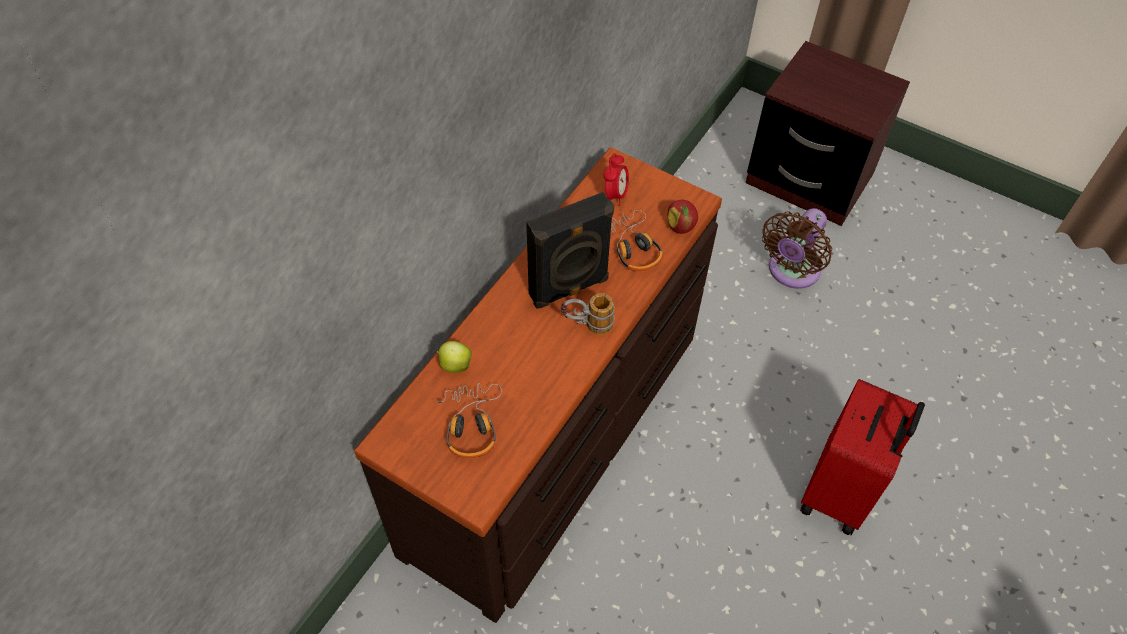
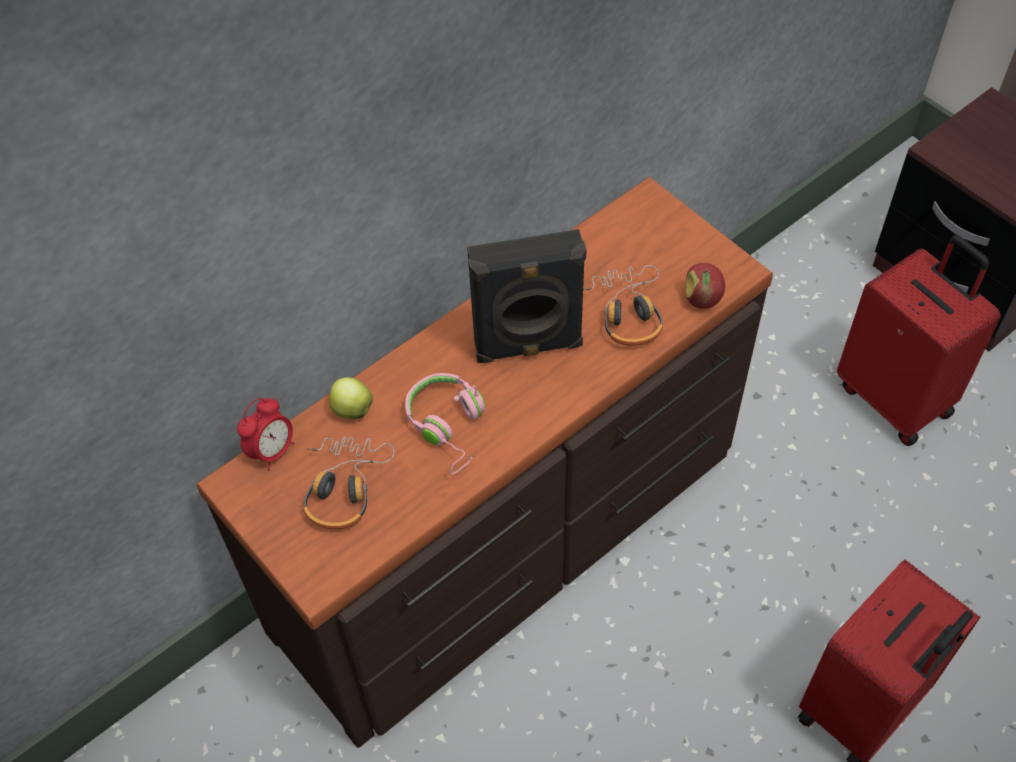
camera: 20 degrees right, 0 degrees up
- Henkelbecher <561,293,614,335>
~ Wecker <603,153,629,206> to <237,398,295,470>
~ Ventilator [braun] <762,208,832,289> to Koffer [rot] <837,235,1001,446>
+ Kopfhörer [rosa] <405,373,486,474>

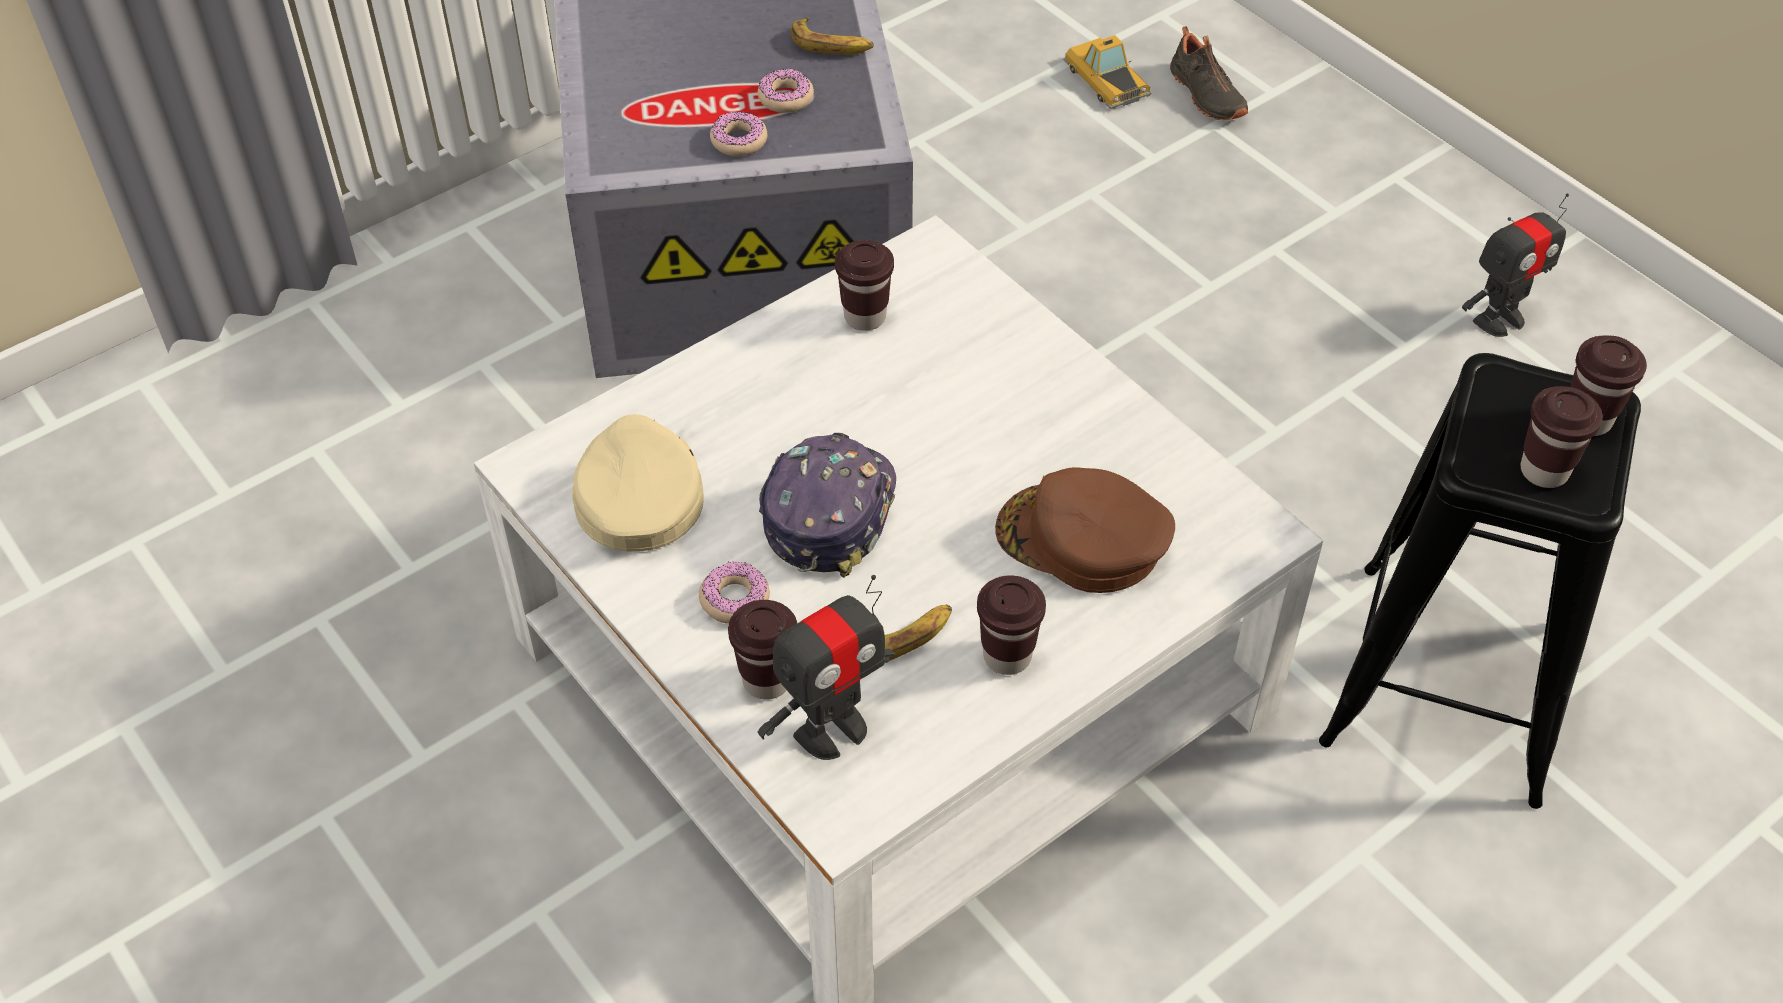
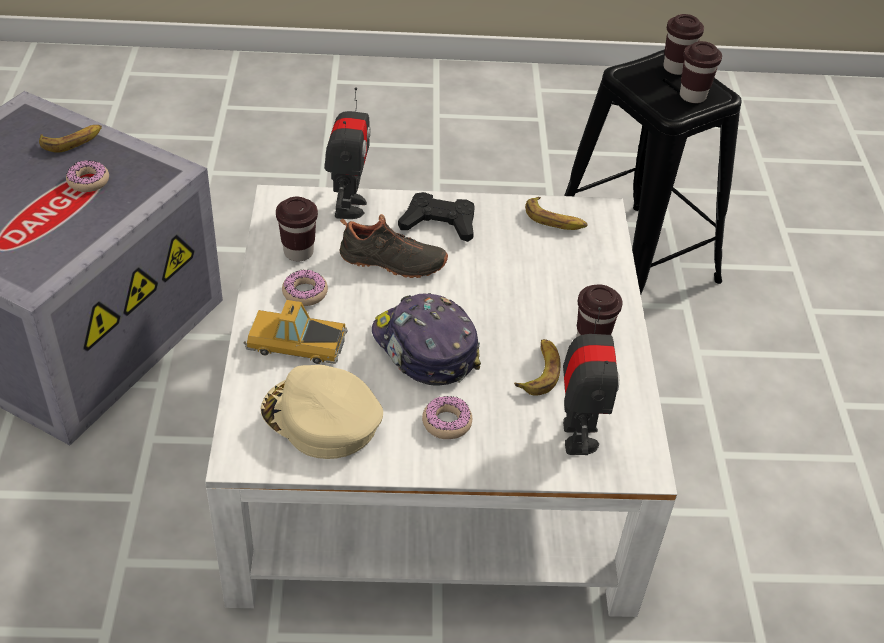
camera: 55 degrees left, 5 degrees down
~ Donut <710,111,767,156> to <282,269,328,306>
- Tasse [braun] <728,600,797,700>
- Kappe [braun] <995,467,1175,593>
~ Spielzeugauto <1063,35,1151,109> to <243,300,347,364>
~ Schuh [schwarz] <1170,24,1248,120> to <340,214,448,278>
~ Spielzeugroboter <1462,193,1569,337> to <325,87,371,219>
+ Gamepad [schwarz] <398,192,475,242>
+ Banane <525,197,588,230>

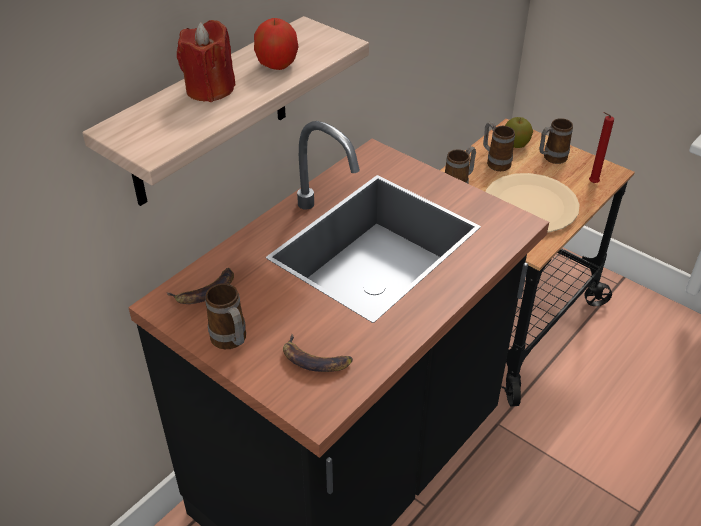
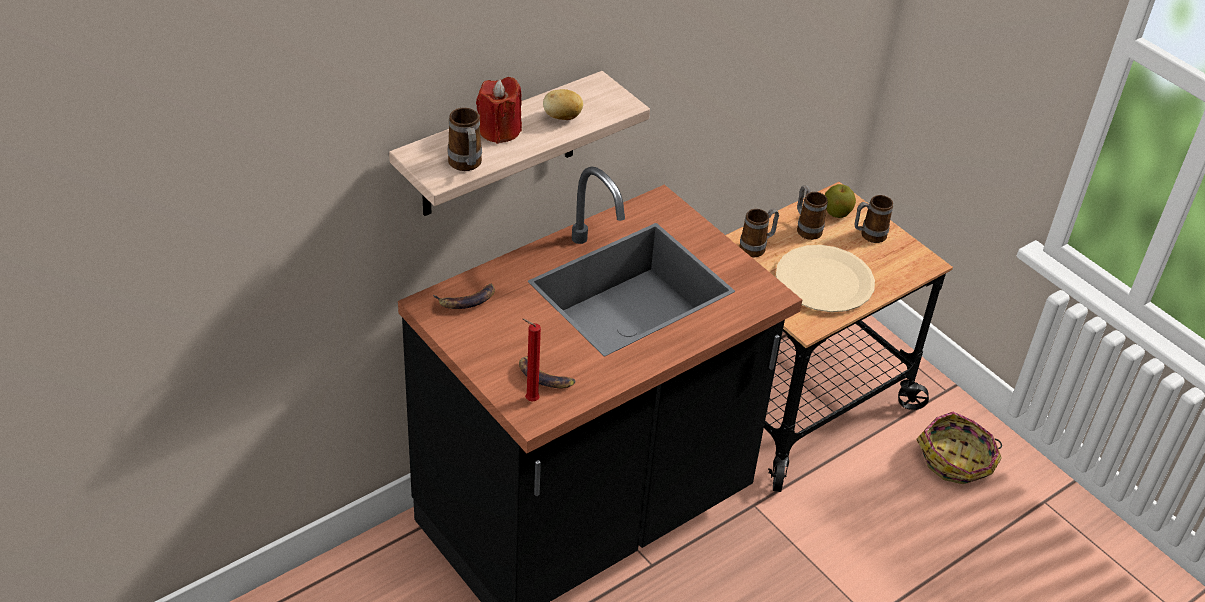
camera: 10 degrees right, 0 degrees up
~ Henkelbecher <205,283,246,349> to <448,108,482,171>
~ Apfel <254,18,299,70> to Kartoffel <543,89,583,120>
~ Kerze [rot] <589,112,614,183> to <523,319,541,401>
+ Korb <916,412,1002,484>

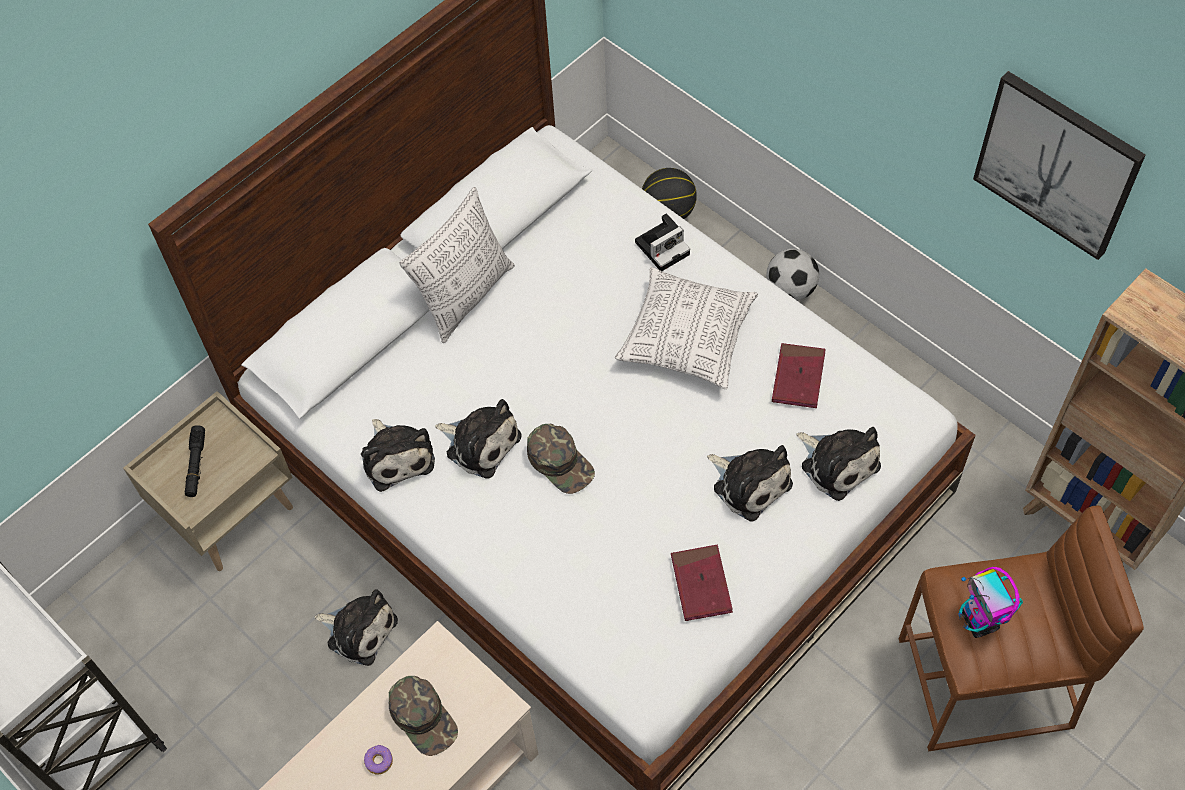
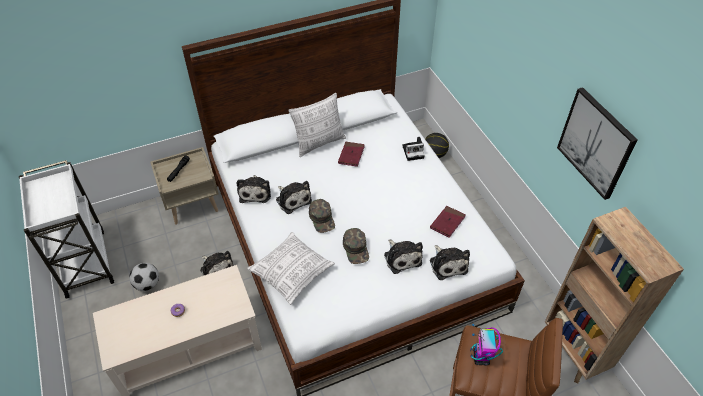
camera: 20 degrees right, 10 degrees down
~ Kappe [grün] <388,676,458,756> to <343,228,369,264>
~ Kissen <615,267,758,389> to <247,232,335,305>
~ Buch [rot] <671,545,733,621> to <338,142,365,167>
~ Fußball <766,249,819,301> to <129,263,159,291>

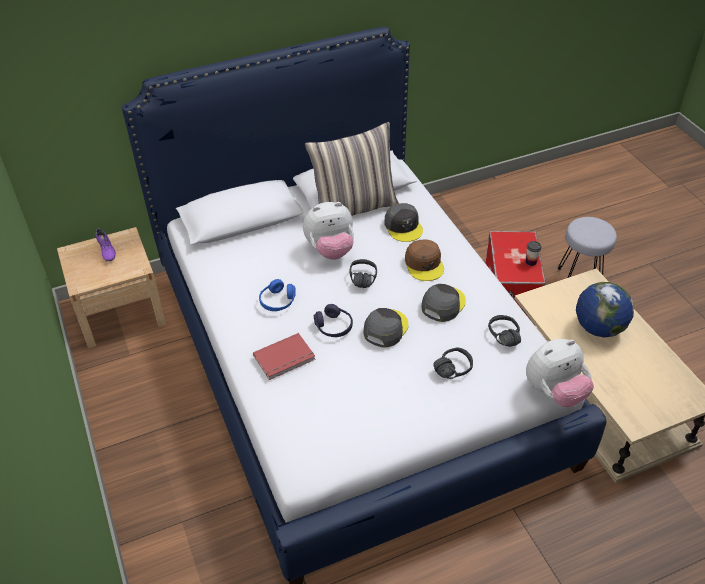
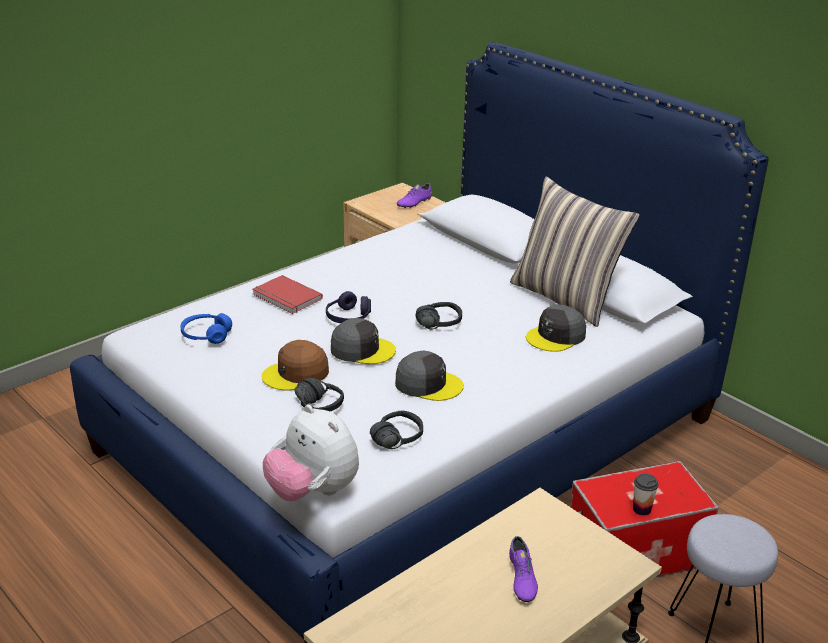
camera: 70 degrees right, 15 degrees down
~ Kopfhörer [blau] <259,279,296,311> to <180,313,232,344>
- Plüschtier <303,202,354,260>
~ Kappe [braun] <405,240,444,281> to <262,340,329,391>
~ Globus <576,282,634,338> to Schuh [lila] <509,536,538,602>

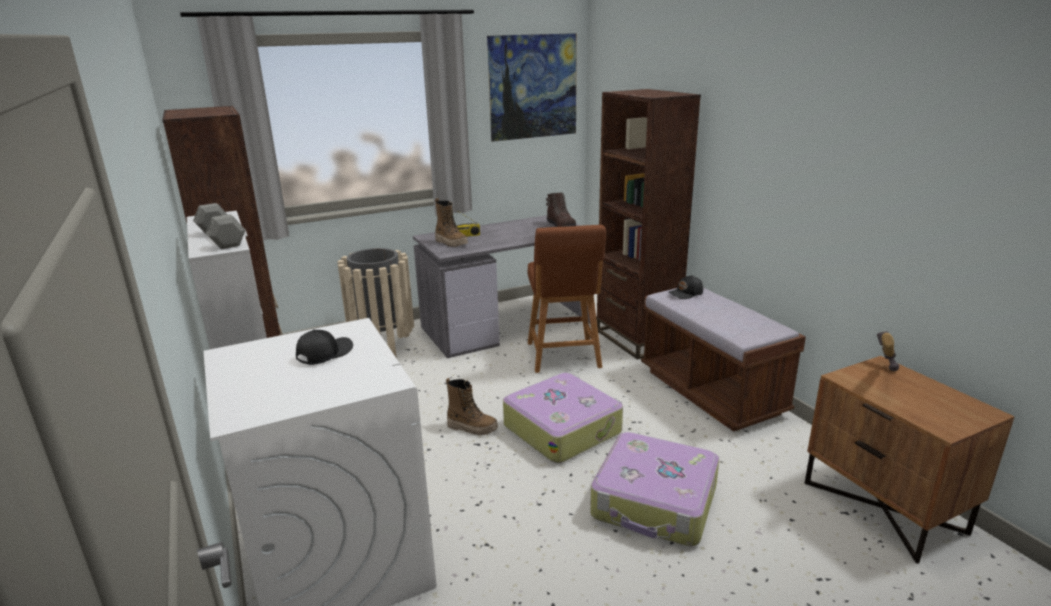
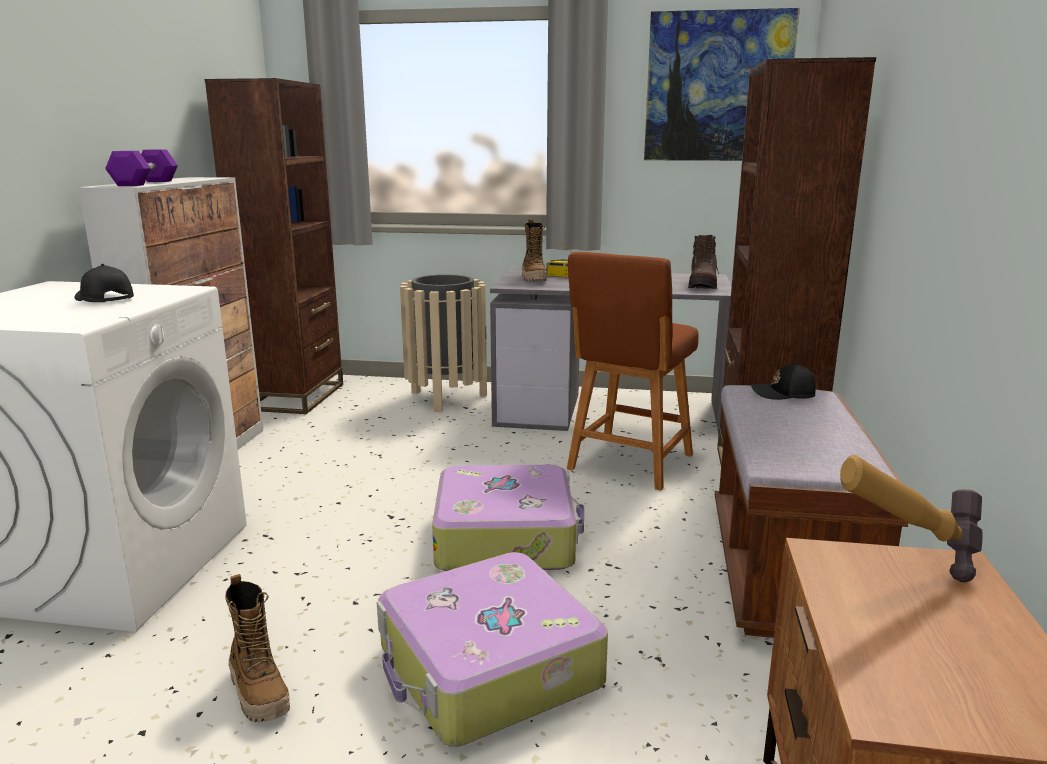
camera: 35 degrees right, 5 degrees down
~ Hantel [grau] <193,203,245,249> to Hantel [lila] <105,150,178,186>
~ Kappe [schwarz] <296,330,353,365> = <74,264,134,302> 120 degrees counterclockwise
~ Stiefel <446,378,498,435> to <225,574,290,722>

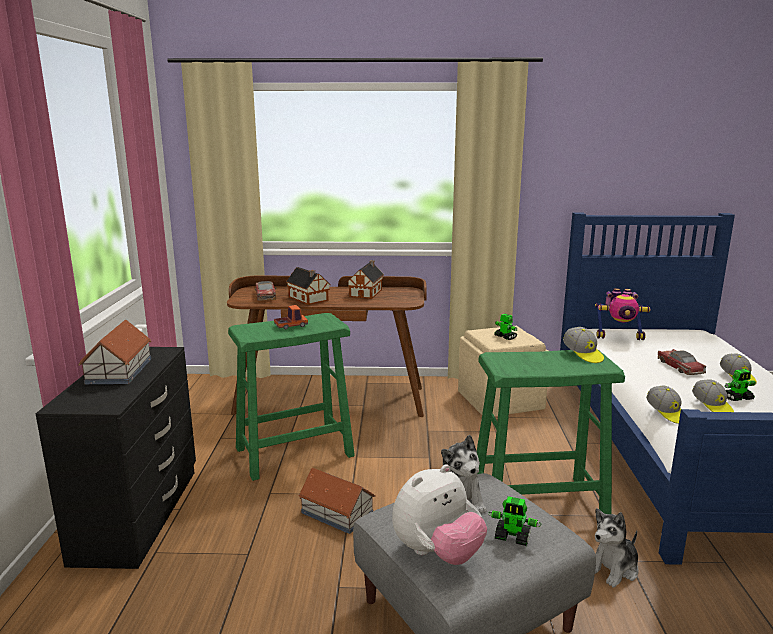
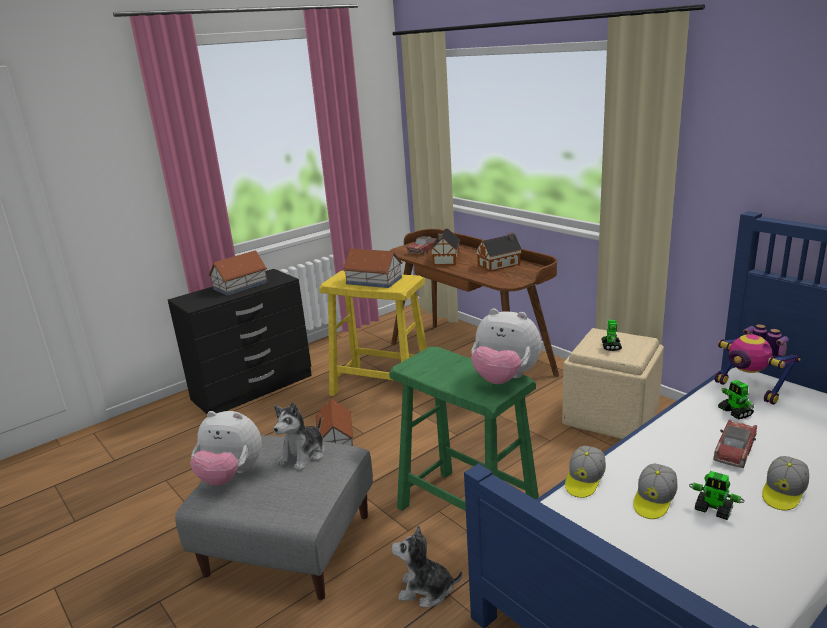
camera: 50 degrees right, 5 degrees up
~ Hocker [grün] <228,313,355,481> to Hocker [gelb] <319,270,427,405>
~ Spielzeuglaster <274,305,308,329> to Spielzeughaus <343,248,403,288>
~ Spielzeugroboter <488,496,541,546> to <718,380,754,419>
~ Kappe <563,327,604,363> to Plüschtier <471,308,542,384>

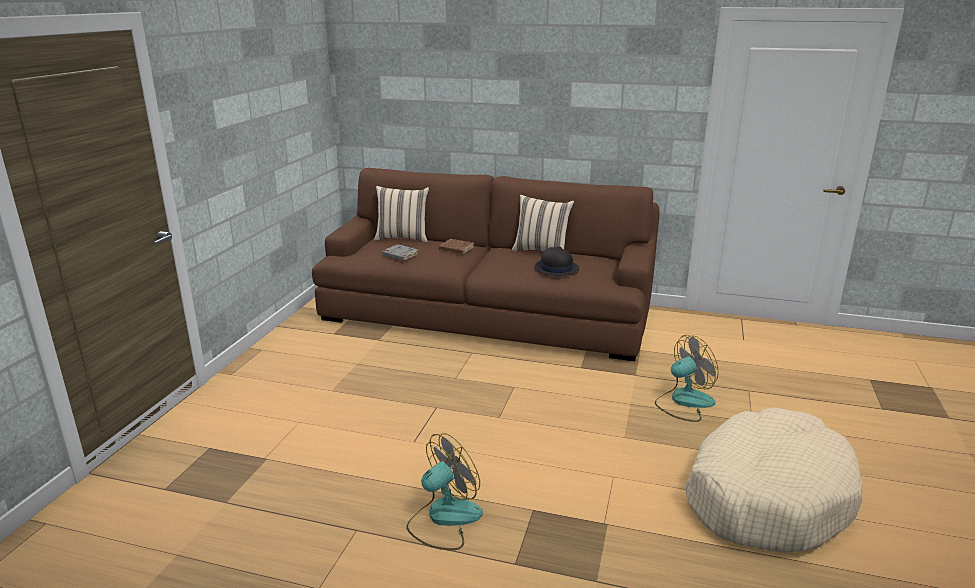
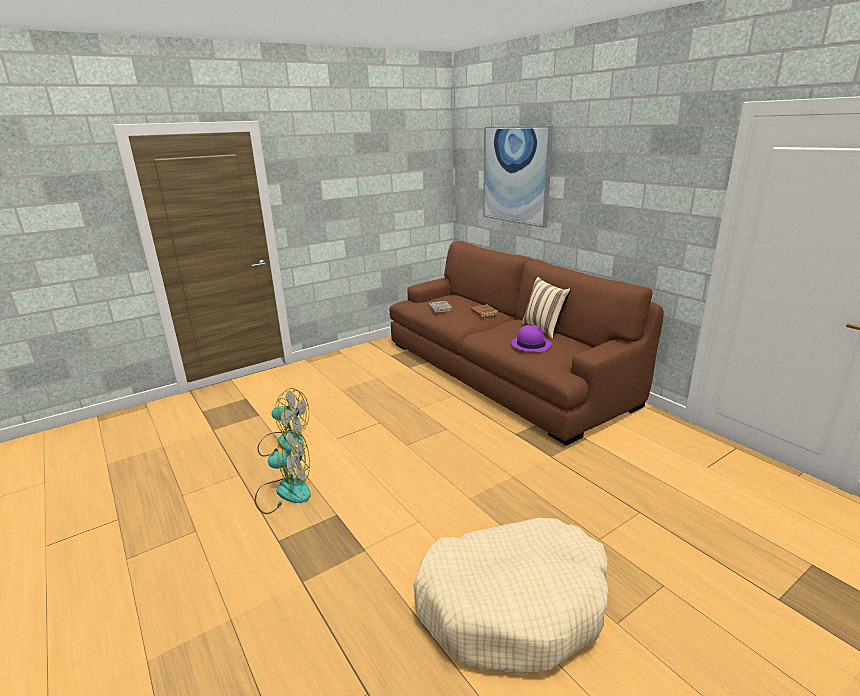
camera: 40 degrees right, 0 degrees up
- Kissen [beige] <374,186,429,242>
~ Hut [schwarz] <534,246,579,276> to Hut [lila] <511,325,552,352>
~ Ventilator <655,335,719,422> to <257,388,309,457>
+ Bild <483,125,553,228>

